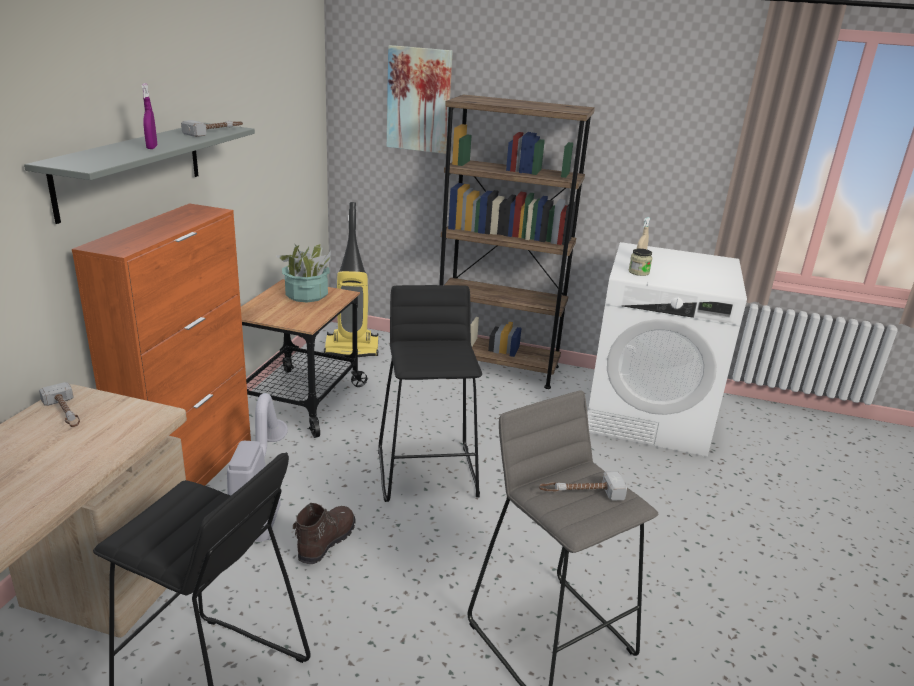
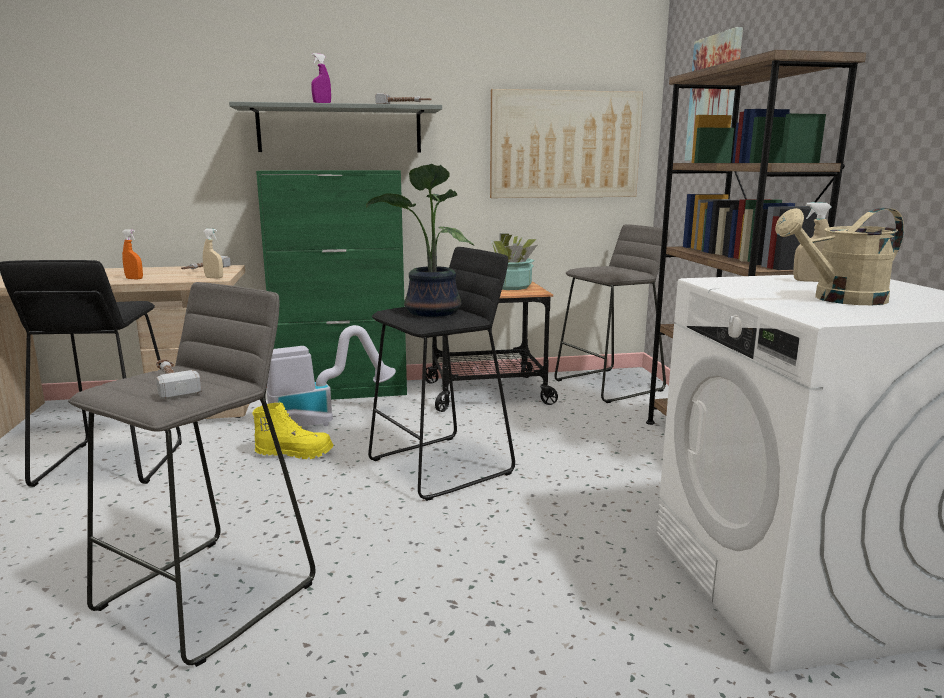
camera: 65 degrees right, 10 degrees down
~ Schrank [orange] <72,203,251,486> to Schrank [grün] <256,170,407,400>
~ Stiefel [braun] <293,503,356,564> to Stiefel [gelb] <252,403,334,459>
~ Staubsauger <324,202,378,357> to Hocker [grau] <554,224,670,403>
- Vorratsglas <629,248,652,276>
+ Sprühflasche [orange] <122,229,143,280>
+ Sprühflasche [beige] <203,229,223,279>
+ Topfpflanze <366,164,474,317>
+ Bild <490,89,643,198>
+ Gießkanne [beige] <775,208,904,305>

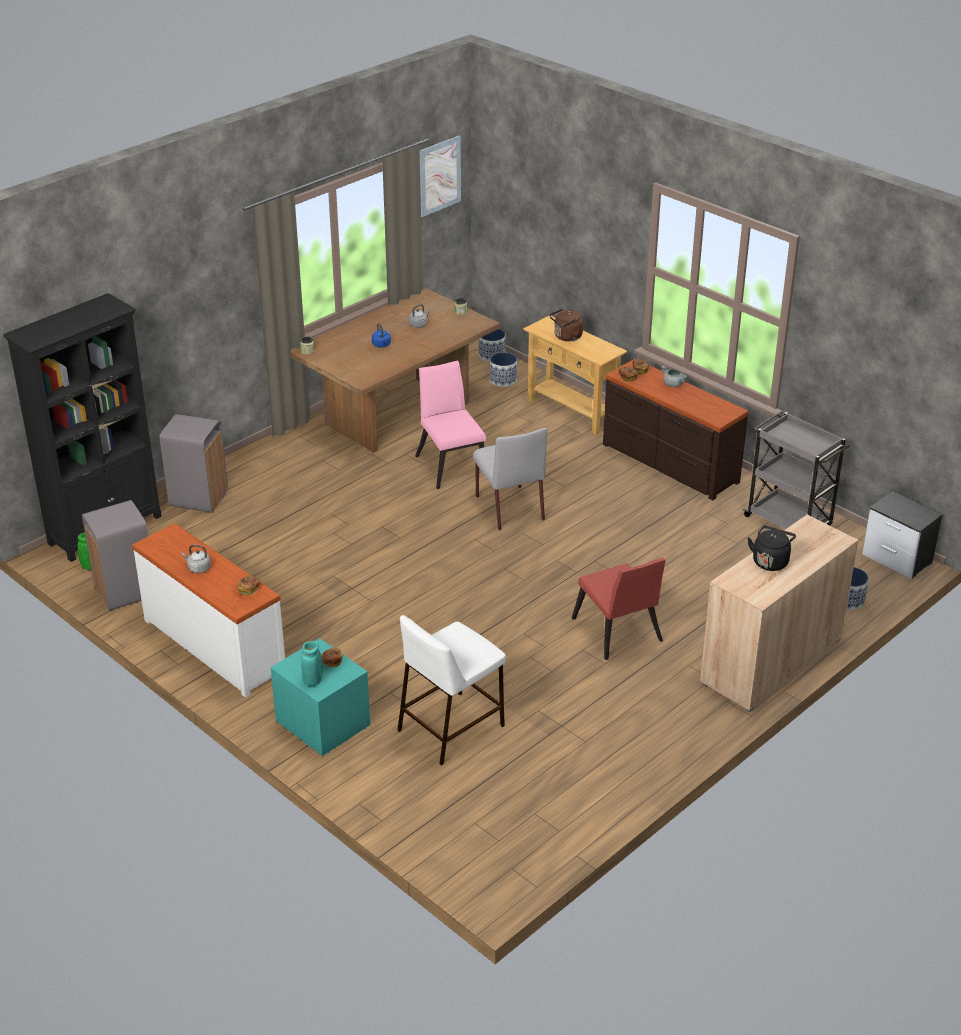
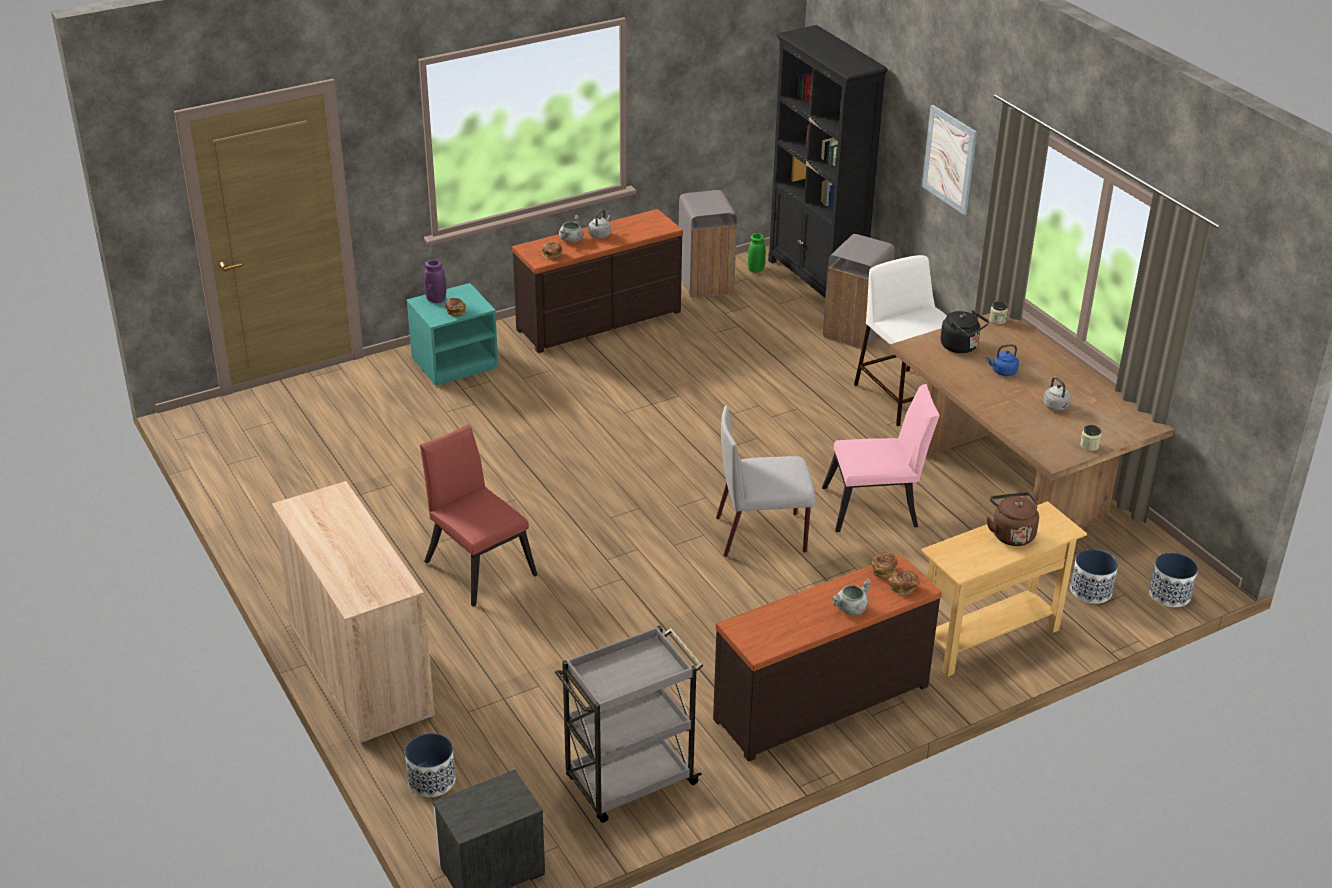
camera: 105 degrees right, 0 degrees up
~ Kommode [weiß] <132,523,285,697> to Kommode [braun] <512,209,683,353>
~ Vase [türkis] <301,641,323,686> to Vase [lila] <424,260,446,303>
~ Hocker [weiß] <397,615,506,766> to <854,255,947,426>
~ Bild <420,136,461,217> to <922,105,977,215>
~ Stuhl [rot] <572,558,666,660> = <420,424,537,607> 60 degrees clockwise
~ Wasserkessel [schwarz] <748,525,796,571> to <941,310,989,353>
+ Kochtopf [grau] <559,215,583,243>

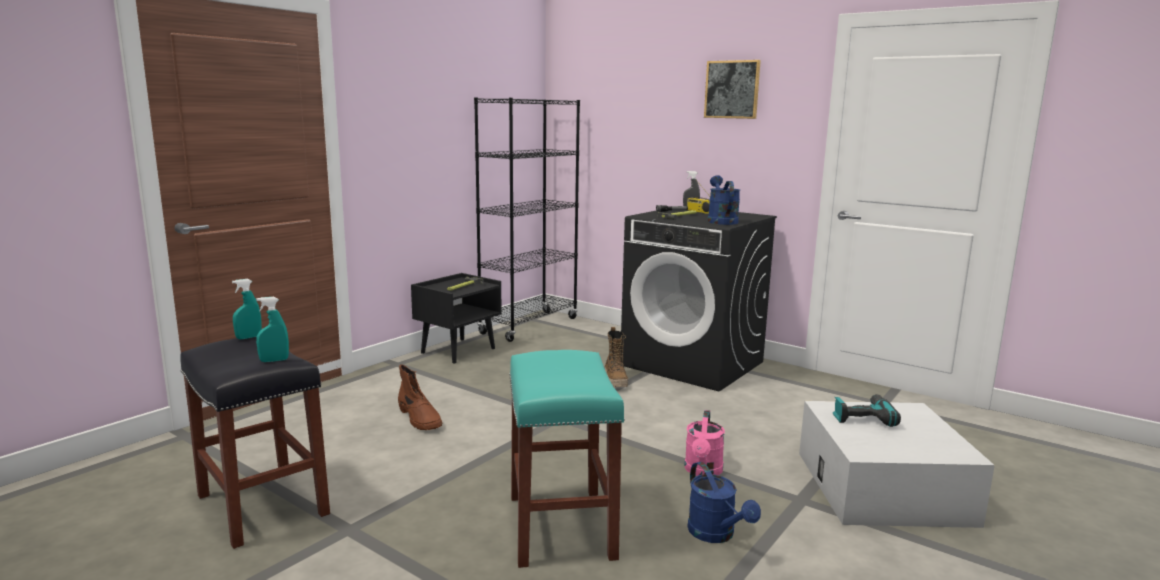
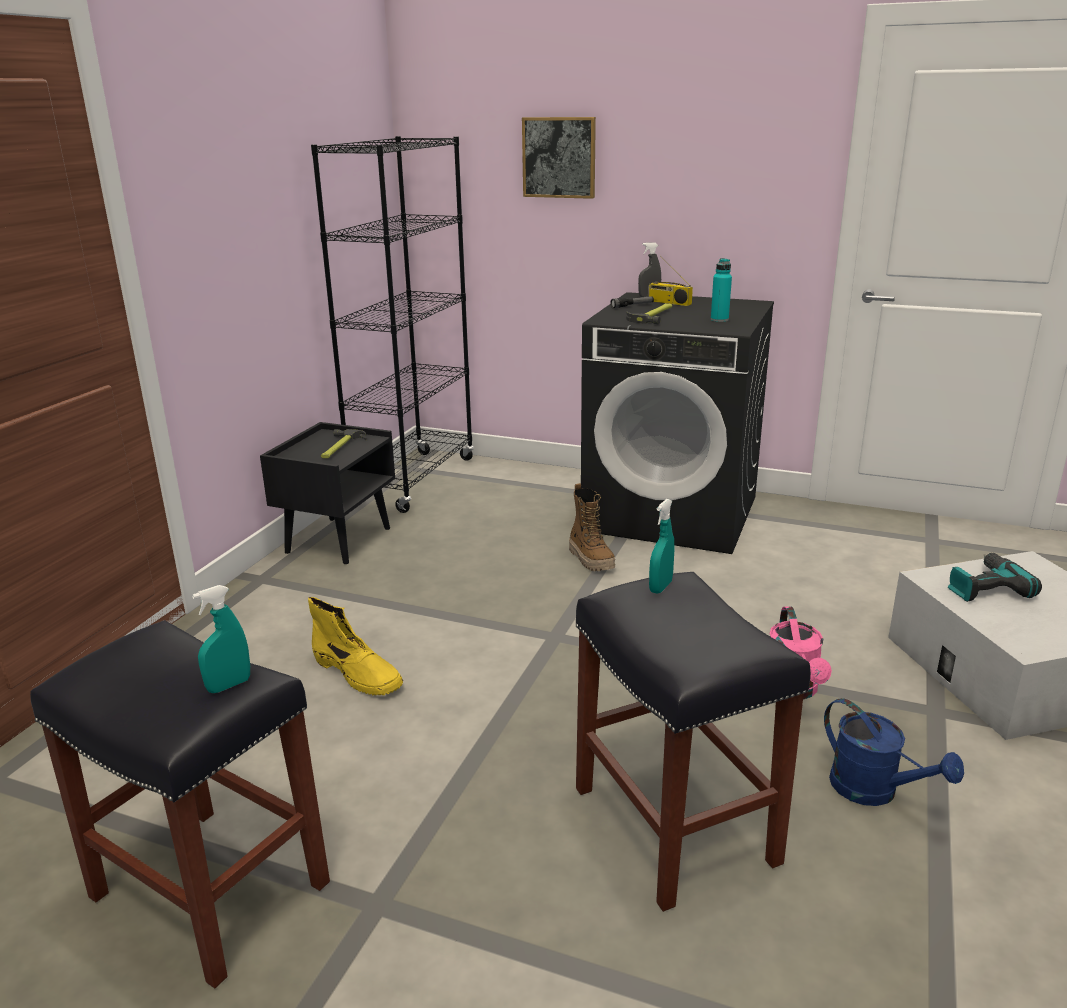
camera: 15 degrees left, 10 degrees up
~ Sprühflasche [türkis] <232,279,262,339> to <649,499,675,594>
~ Stiefel [braun] <398,364,443,430> to Stiefel [gelb] <308,597,403,695>
~ Hocker [türkis] <509,350,625,568> to Hocker [schwarz] <576,572,811,912>
~ Bild <704,60,761,119> to <522,117,596,199>
~ Gießkanne [blau] <708,175,740,225> to Flasche [türkis] <711,258,732,322>

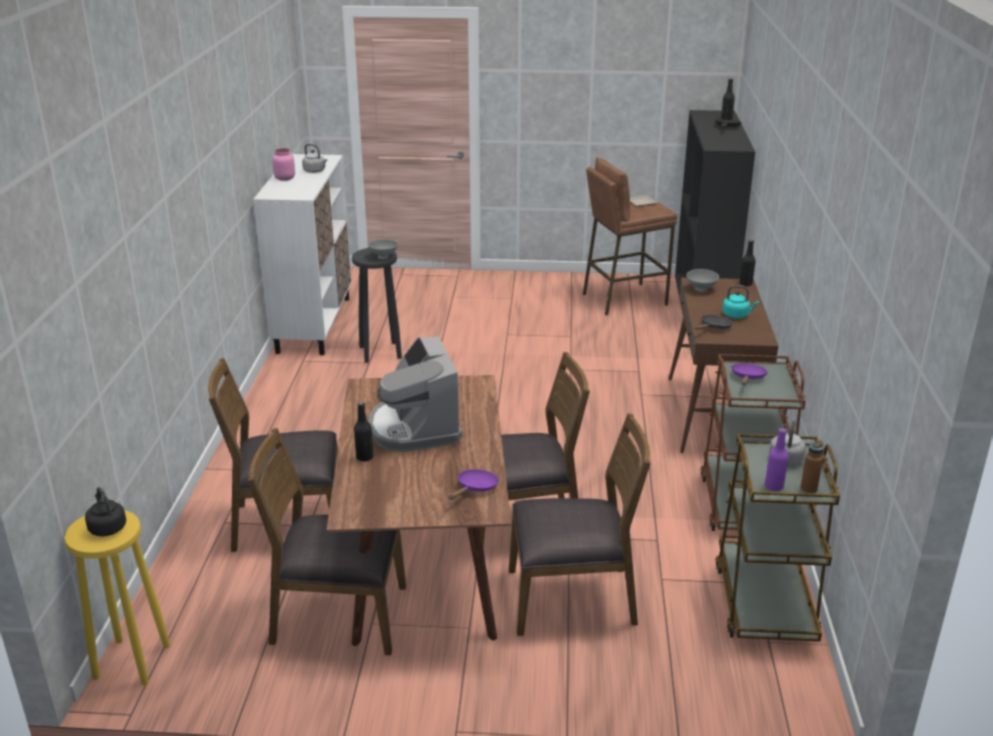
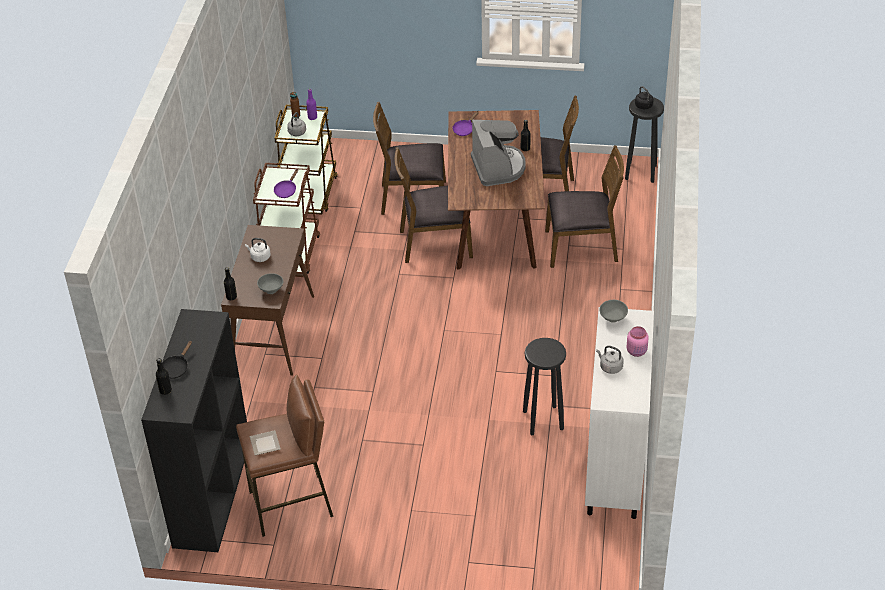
camera: 175 degrees left, 15 degrees up
~ Hocker [gelb] <64,510,170,685> to Hocker [schwarz] <625,97,664,183>
~ Schüssel [grau] <368,239,398,259> to <599,300,628,323>
- Pfanne [schwarz] <695,315,733,330>
~ Wasserkessel [türkis] <722,285,759,319> to Wasserkessel [weiß] <245,238,271,262>

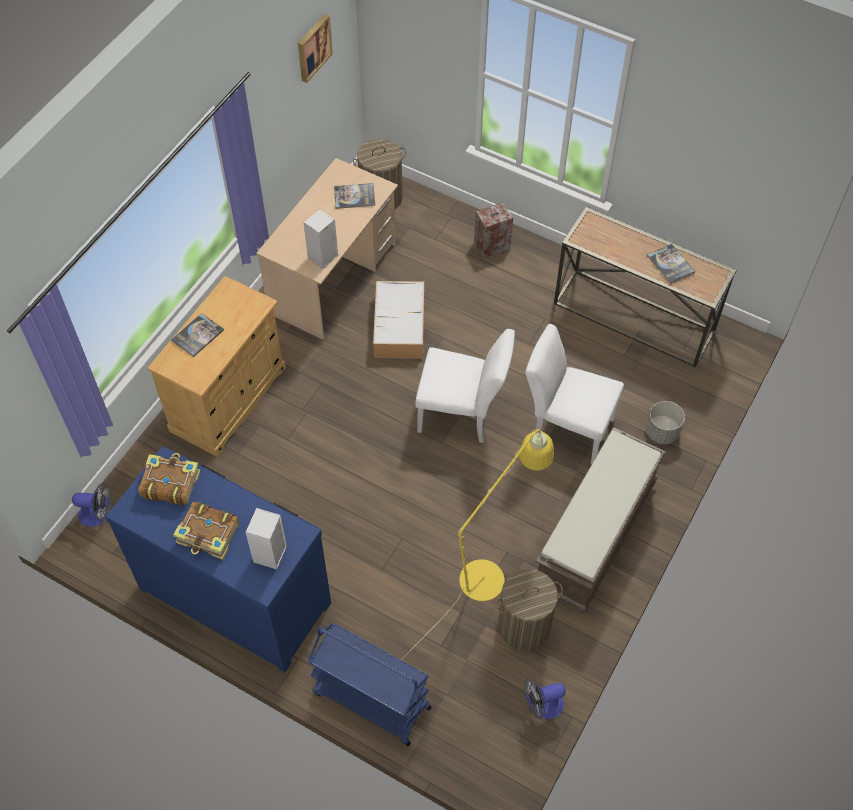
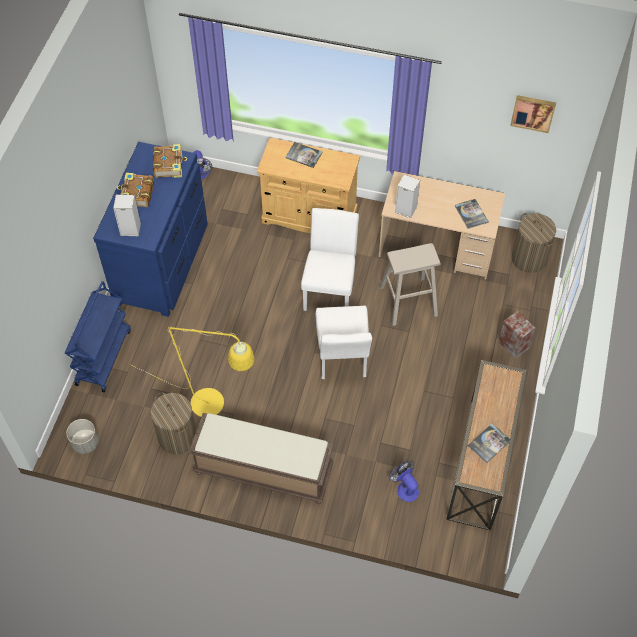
camera: 75 degrees right, 0 degrees up
~ Aufbewahrungsbox <373,281,424,359> to Hocker [beige] <379,243,441,326>
~ Ventilator <524,678,566,719> to <389,460,419,502>
~ Stuhl [weiß] <525,324,624,464> to <301,208,359,311>
~ Pflanzkübel [grau] <646,401,685,444> to <66,419,99,454>

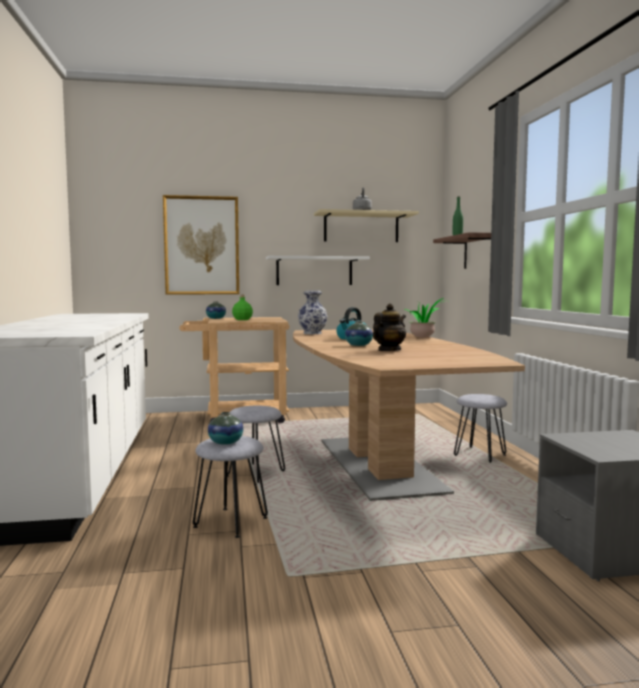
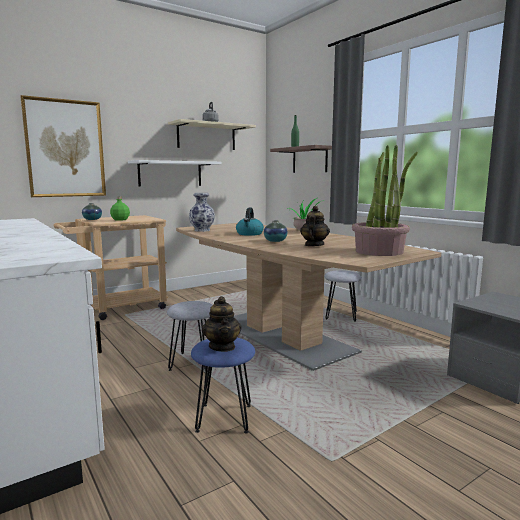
camera: 25 degrees left, 5 degrees up
~ Hocker [grau] <193,436,268,538> to Hocker [blau] <191,338,255,433>
~ Vase <208,412,243,445> to Teekanne <202,296,242,352>
+ Topfpflanze <352,145,418,256>

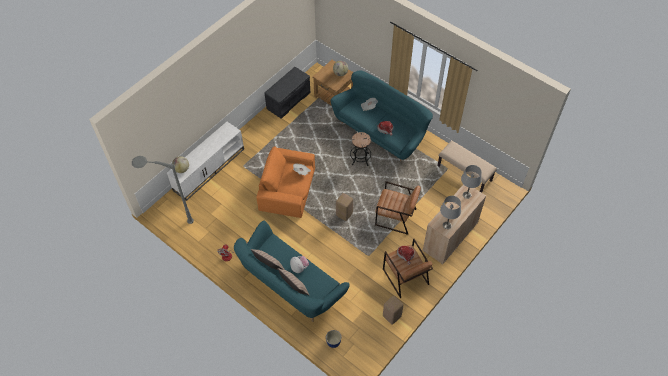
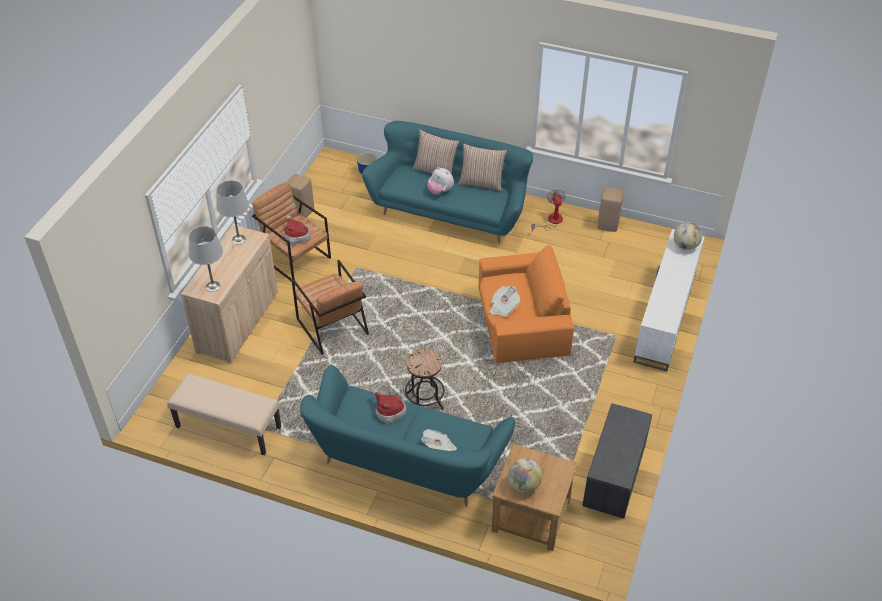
camera: 160 degrees right, 10 degrees down
- Stehlampe [grau] <132,156,194,224>
~ Hocker [beige] <336,193,353,221> to <597,187,624,232>
~ Sessel [braun] <375,181,421,235> = <291,260,369,355> 120 degrees counterclockwise

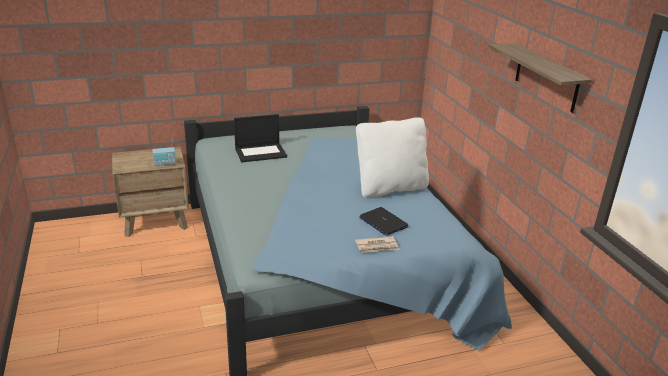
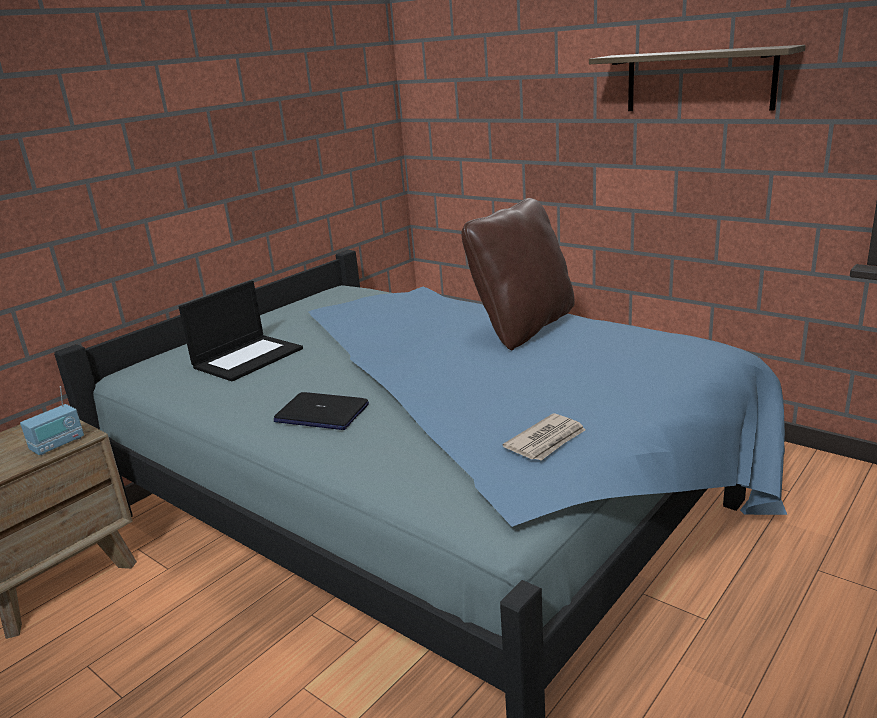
camera: 30 degrees left, 5 degrees down
~ Zeitung <355,236,400,253> to <503,413,586,461>
~ Kissen [weiß] <356,117,429,198> to Kissen [braun] <461,198,575,350>
~ Laptop <359,207,408,236> to <274,392,369,430>

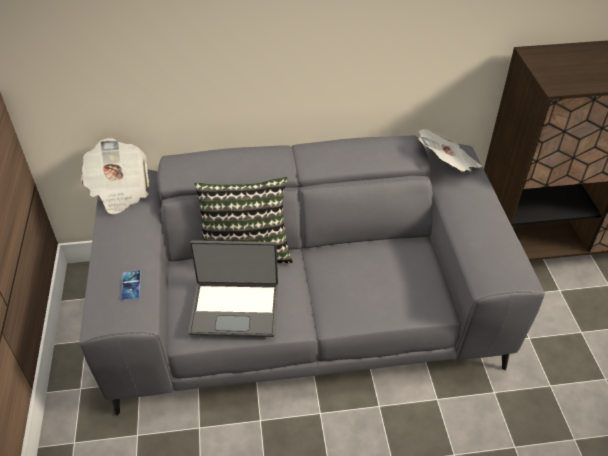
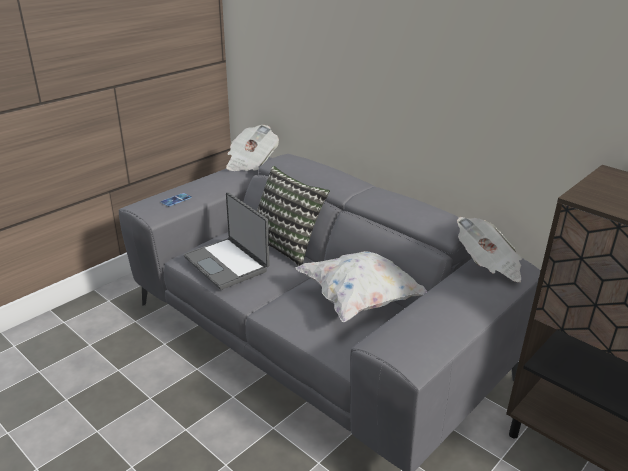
camera: 50 degrees right, 15 degrees down
+ Kissen [weiß] <296,251,428,322>

